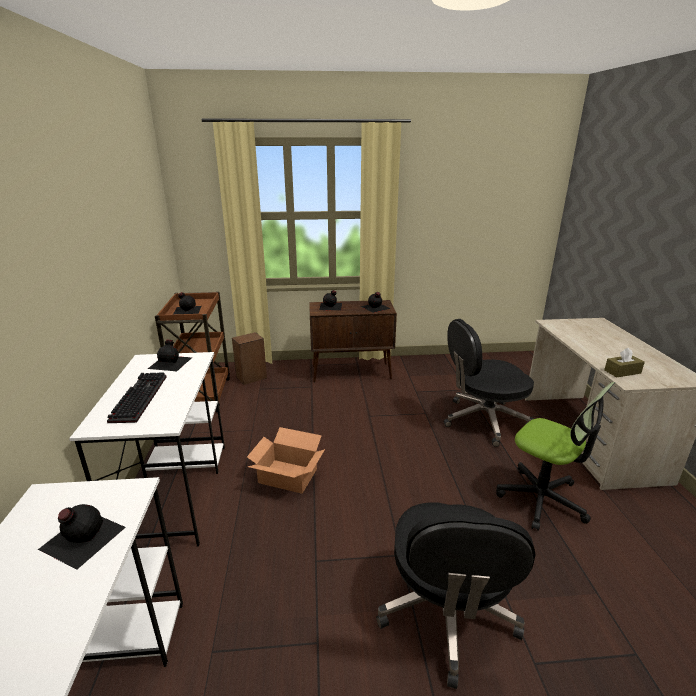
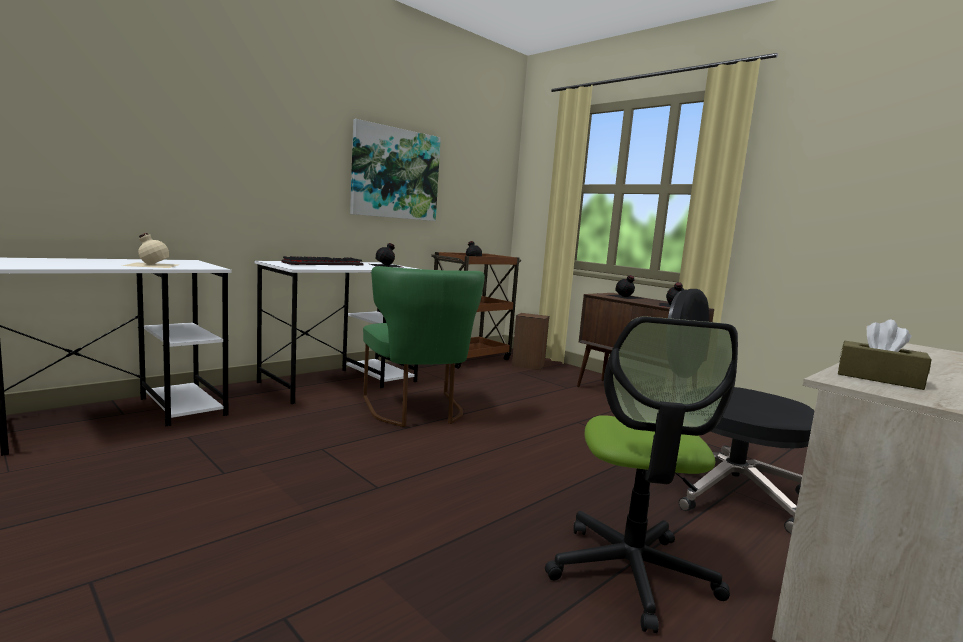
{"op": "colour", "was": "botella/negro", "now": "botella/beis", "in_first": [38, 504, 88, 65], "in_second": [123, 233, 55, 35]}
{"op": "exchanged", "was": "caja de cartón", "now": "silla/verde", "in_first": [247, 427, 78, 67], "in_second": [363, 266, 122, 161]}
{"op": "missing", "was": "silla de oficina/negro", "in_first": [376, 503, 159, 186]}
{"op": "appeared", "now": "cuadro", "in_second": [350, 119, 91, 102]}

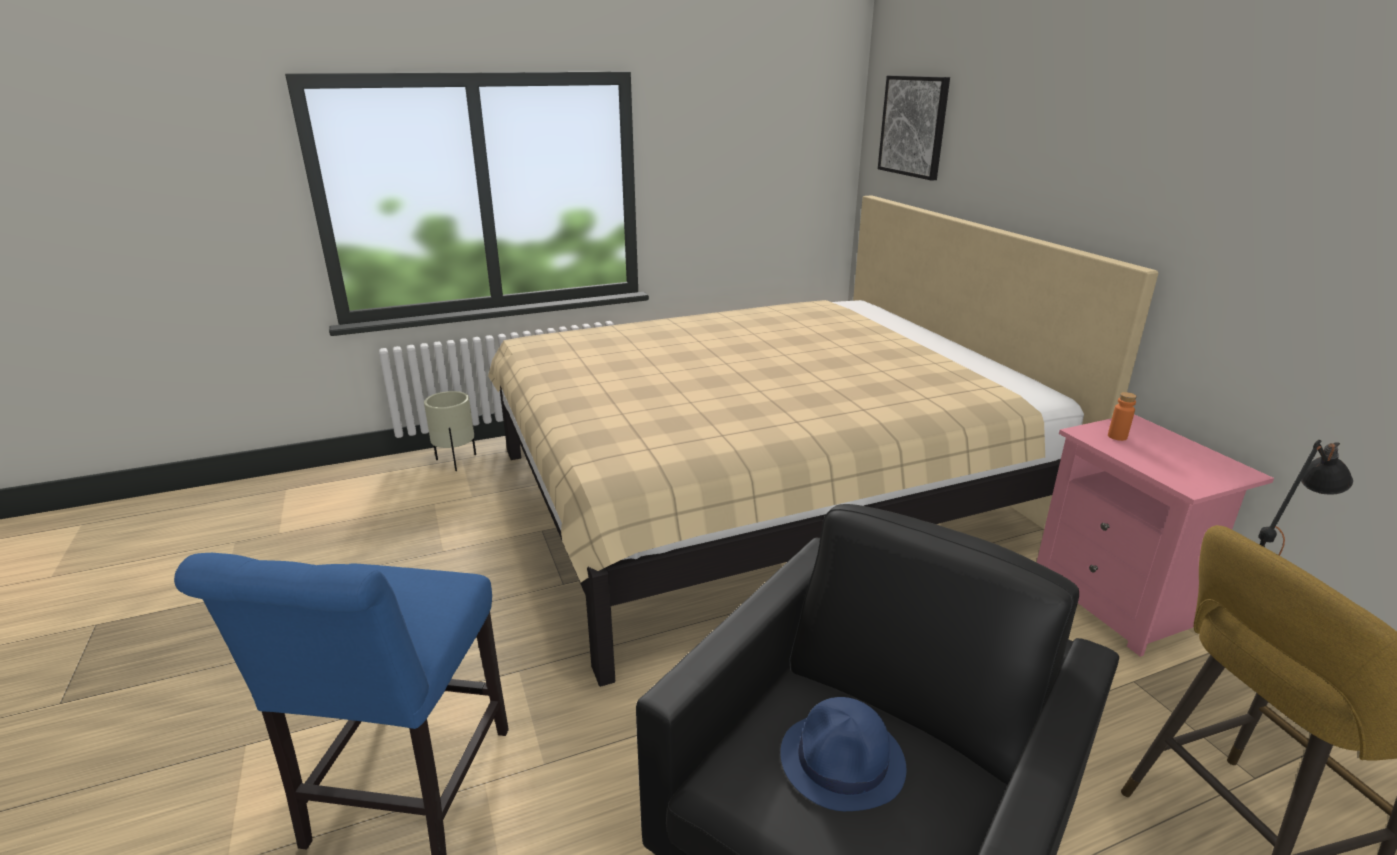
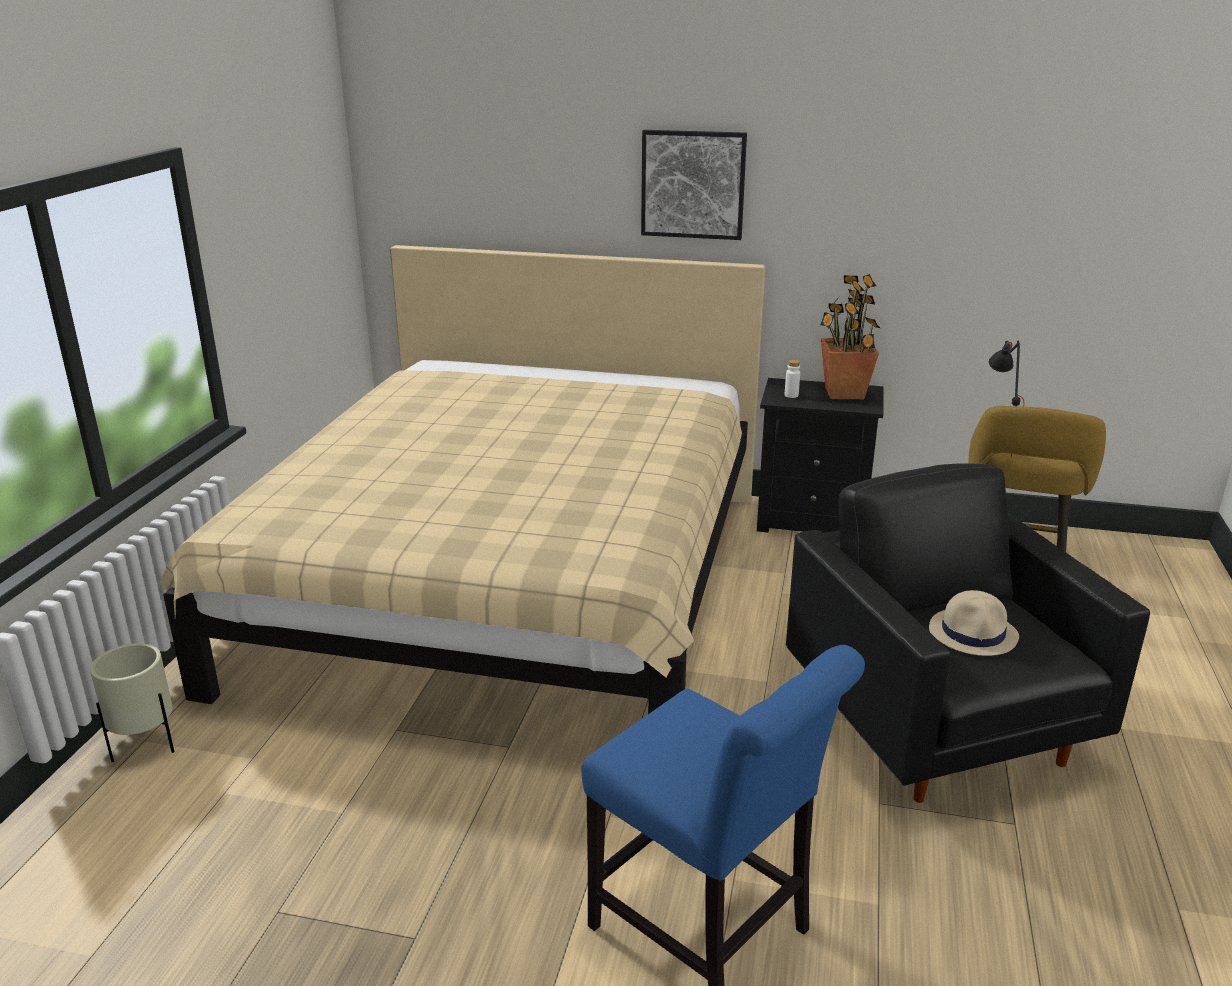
{"op": "colour", "was": "sombrero/azul", "now": "sombrero/beis", "in_first": [780, 697, 127, 114], "in_second": [929, 590, 90, 66]}
{"op": "relocated", "was": "cuadro", "in_first": [878, 75, 72, 106], "in_second": [641, 130, 106, 110]}
{"op": "colour", "was": "mesita de noche/rosa", "now": "mesita de noche/negro", "in_first": [1037, 414, 237, 243], "in_second": [757, 378, 126, 155]}
{"op": "colour", "was": "botella/naranja", "now": "botella/blanco", "in_first": [1108, 392, 29, 49], "in_second": [785, 360, 15, 38]}
{"op": "appeared", "now": "planta en maceta", "in_second": [820, 274, 60, 125]}

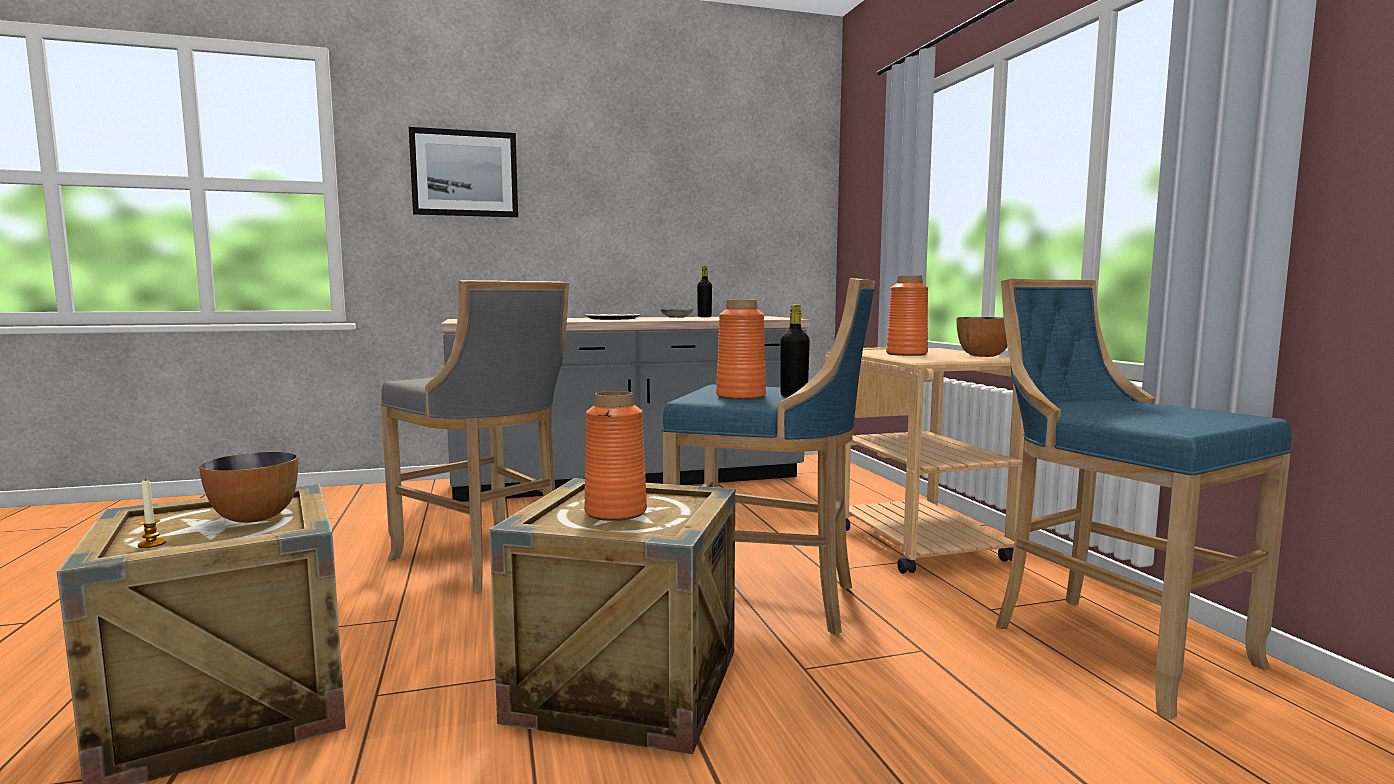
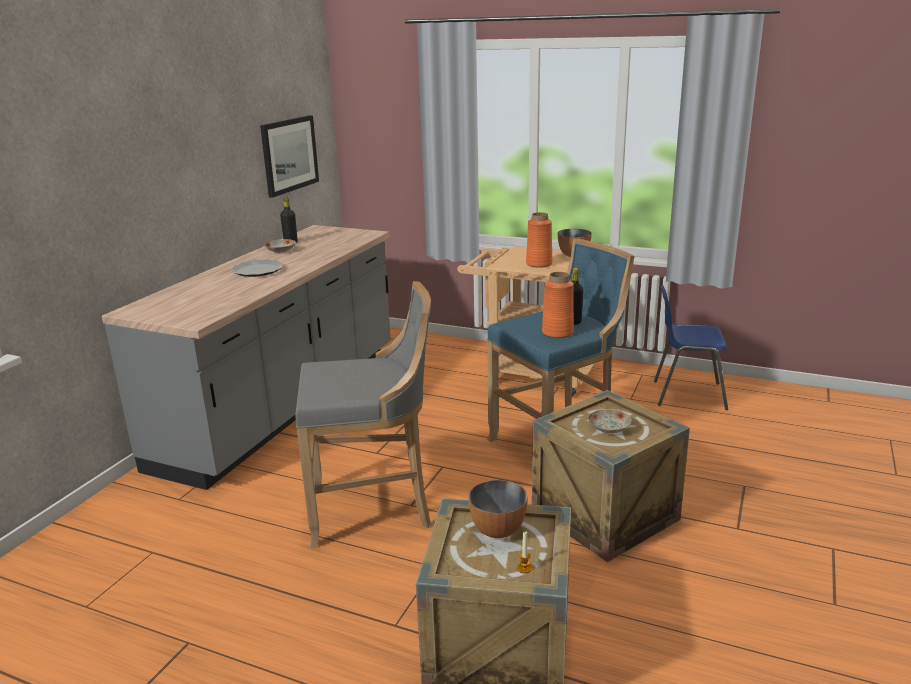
{"op": "relocated", "was": "cuadro", "in_first": [409, 127, 109, 90], "in_second": [260, 115, 59, 83]}
{"op": "exchanged", "was": "florero/naranja", "now": "plato", "in_first": [584, 391, 63, 130], "in_second": [589, 409, 43, 24]}
{"op": "exchanged", "was": "taburete/azul", "now": "silla/azul", "in_first": [996, 279, 296, 441], "in_second": [654, 285, 74, 125]}

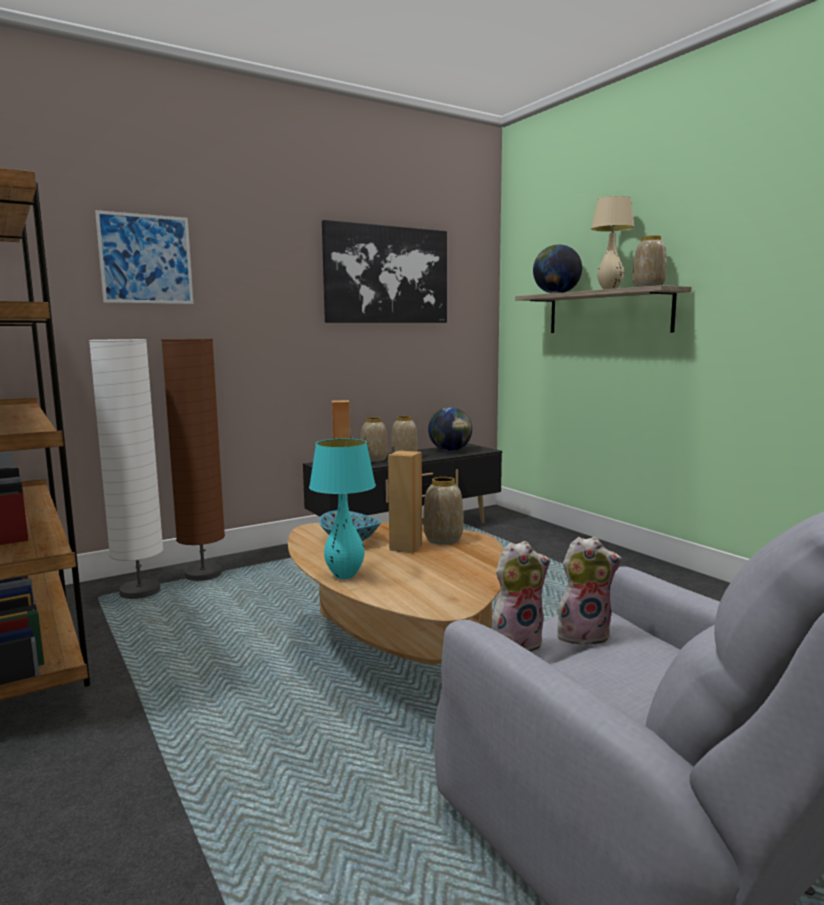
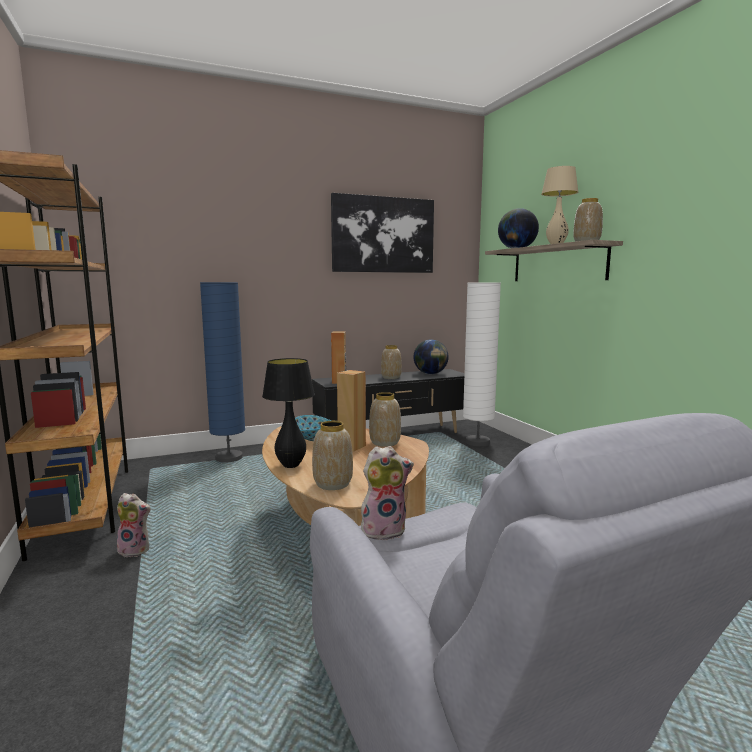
{"op": "relocated", "was": "lámpara de pie/blanco", "in_first": [89, 339, 74, 260], "in_second": [463, 282, 38, 165]}
{"op": "missing", "was": "cuadro", "in_first": [95, 210, 98, 94]}
{"op": "colour", "was": "lámpara de pie/marrón", "now": "lámpara de pie/azul", "in_first": [161, 338, 64, 243], "in_second": [200, 282, 45, 181]}
{"op": "colour", "was": "lámpara de mesa/turquesa", "now": "lámpara de mesa/negro", "in_first": [309, 439, 67, 140], "in_second": [262, 358, 53, 110]}
{"op": "relocated", "was": "florero", "in_first": [361, 417, 27, 45], "in_second": [312, 421, 41, 69]}
{"op": "relocated", "was": "peluche", "in_first": [557, 537, 65, 109], "in_second": [117, 493, 34, 64]}

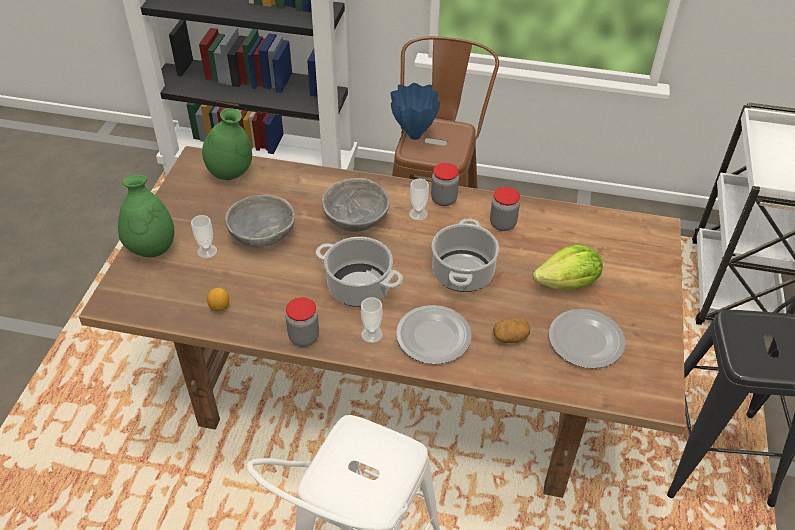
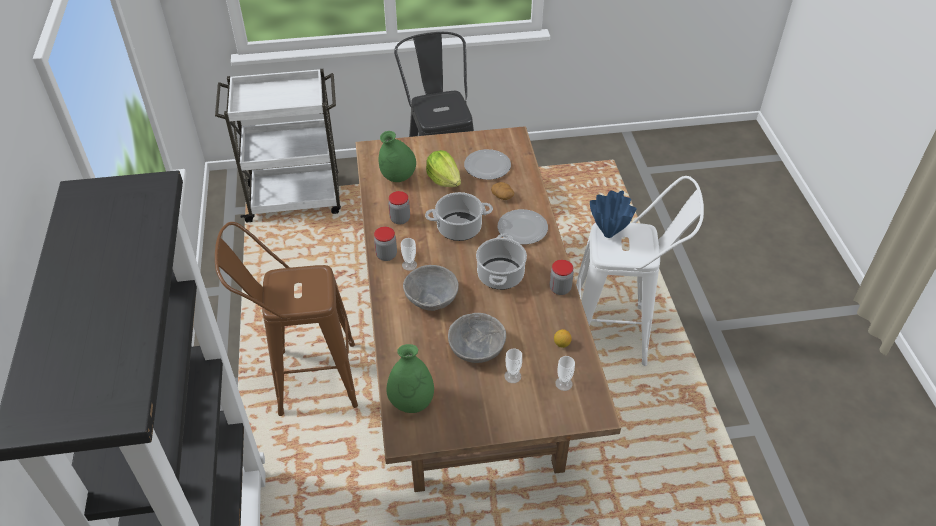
{"op": "relocated", "was": "florero/verde", "in_first": [118, 175, 56, 83], "in_second": [379, 131, 37, 51]}
{"op": "relocated", "was": "taza", "in_first": [361, 297, 22, 46], "in_second": [555, 356, 20, 35]}
{"op": "relocated", "was": "florero/azul", "in_first": [391, 83, 49, 57], "in_second": [590, 190, 47, 48]}

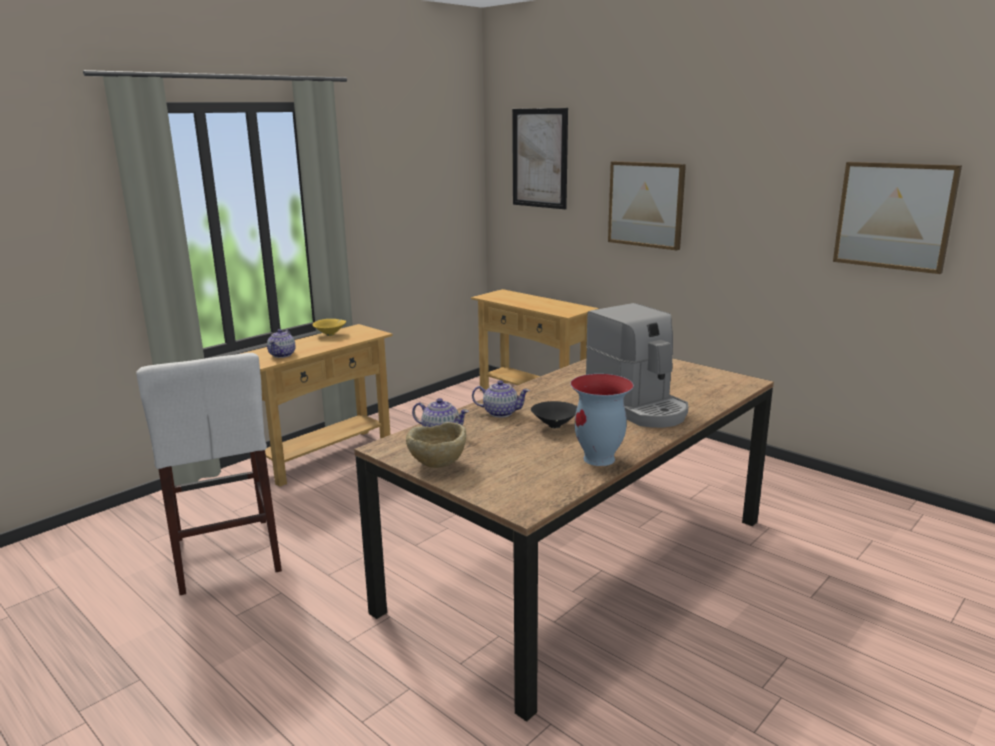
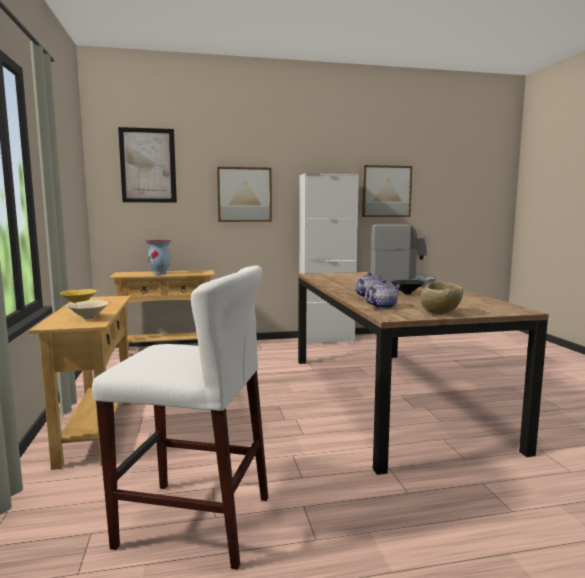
{"op": "exchanged", "was": "tetera", "now": "cuenco/beis", "in_first": [267, 329, 29, 29], "in_second": [66, 300, 43, 19]}
{"op": "relocated", "was": "florero", "in_first": [570, 374, 64, 92], "in_second": [146, 240, 26, 35]}
{"op": "appeared", "now": "armario/blanco", "in_second": [299, 173, 60, 171]}

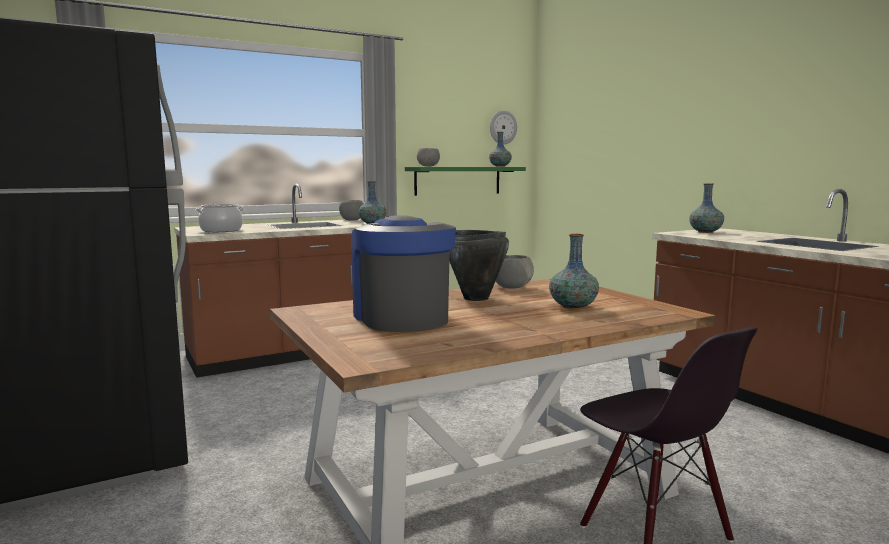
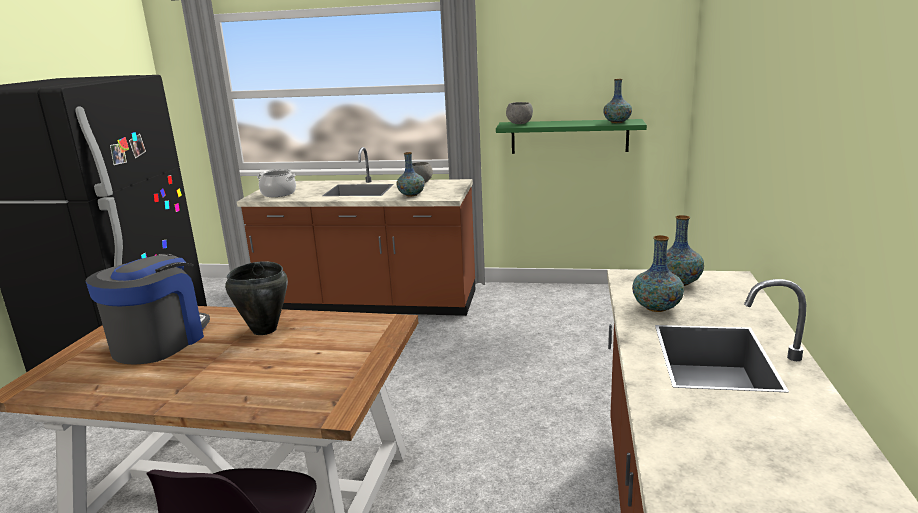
{"op": "missing", "was": "reloj de pared", "in_first": [490, 110, 27, 35]}
{"op": "missing", "was": "cuenco/gris", "in_first": [496, 255, 38, 33]}
{"op": "relocated", "was": "florero", "in_first": [549, 234, 50, 76], "in_second": [632, 235, 52, 77]}

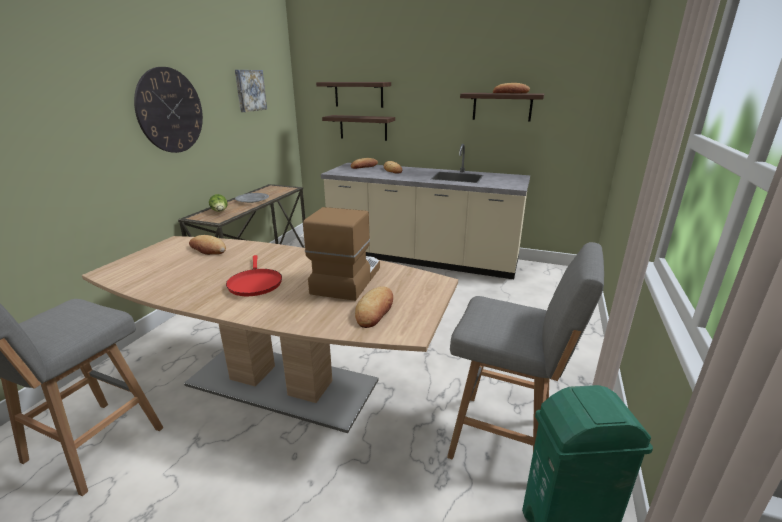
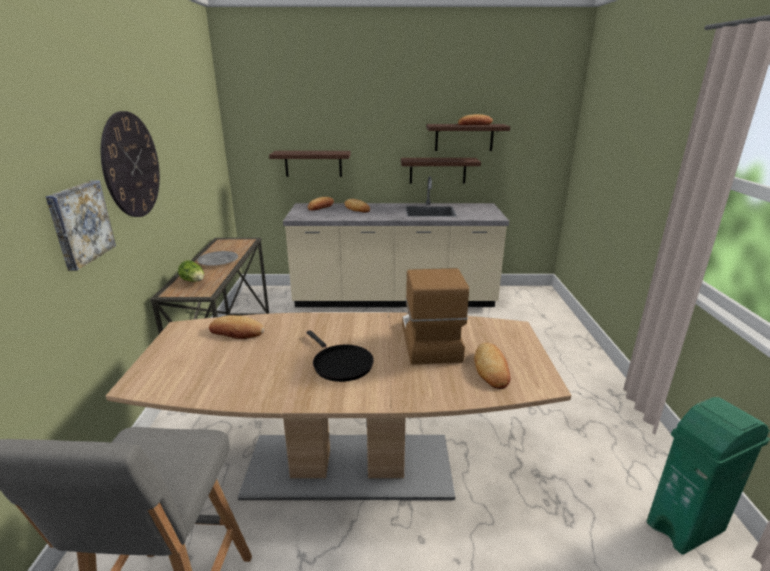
{"op": "colour", "was": "sartén/rojo", "now": "sartén/negro", "in_first": [226, 255, 56, 41], "in_second": [307, 330, 67, 52]}
{"op": "relocated", "was": "cuadro", "in_first": [235, 70, 32, 42], "in_second": [46, 181, 70, 90]}
{"op": "relocated", "was": "estante", "in_first": [316, 82, 75, 26], "in_second": [401, 158, 80, 26]}
{"op": "missing", "was": "taburete/gris", "in_first": [447, 242, 157, 218]}

